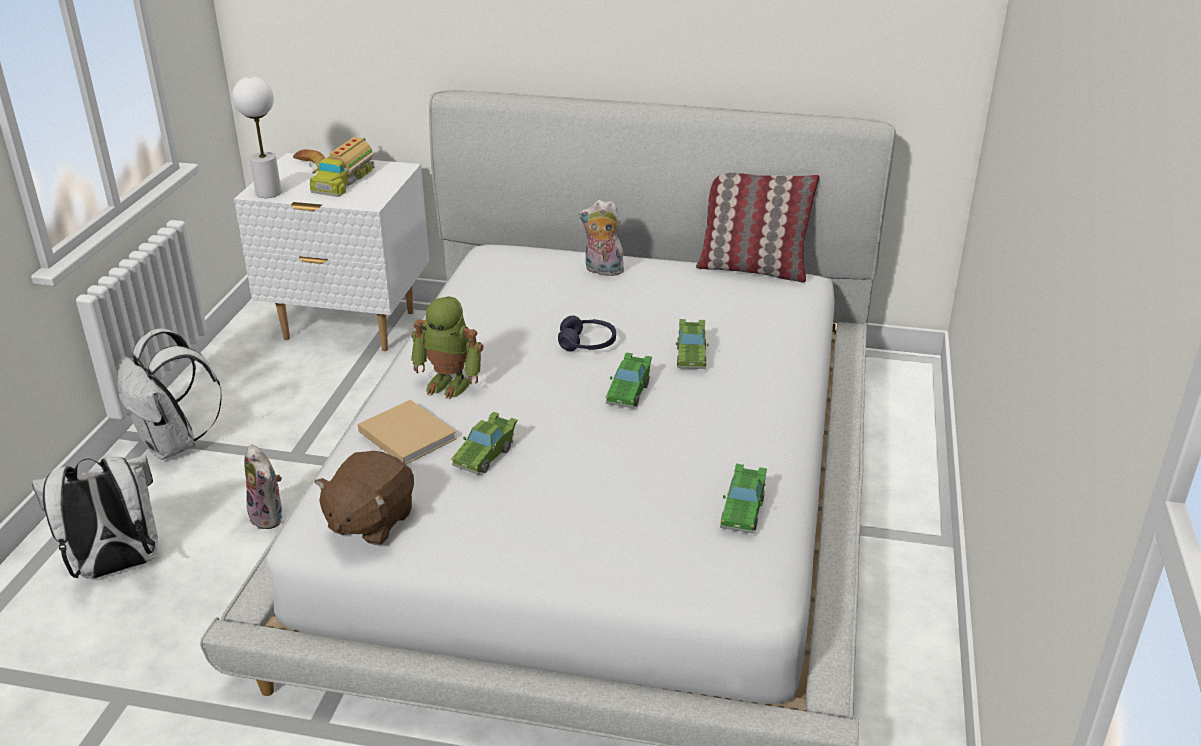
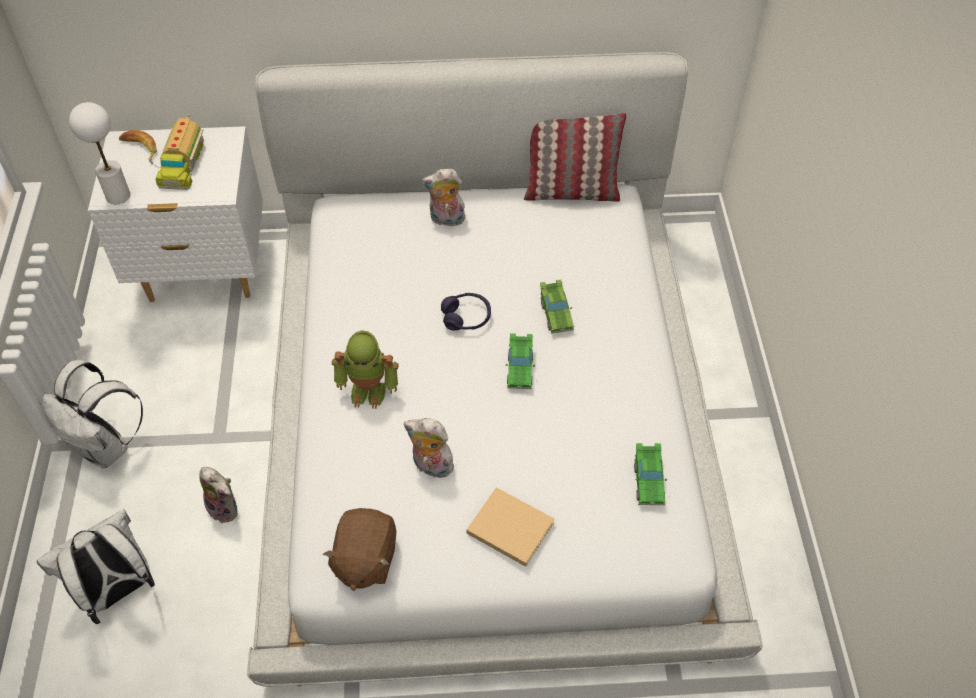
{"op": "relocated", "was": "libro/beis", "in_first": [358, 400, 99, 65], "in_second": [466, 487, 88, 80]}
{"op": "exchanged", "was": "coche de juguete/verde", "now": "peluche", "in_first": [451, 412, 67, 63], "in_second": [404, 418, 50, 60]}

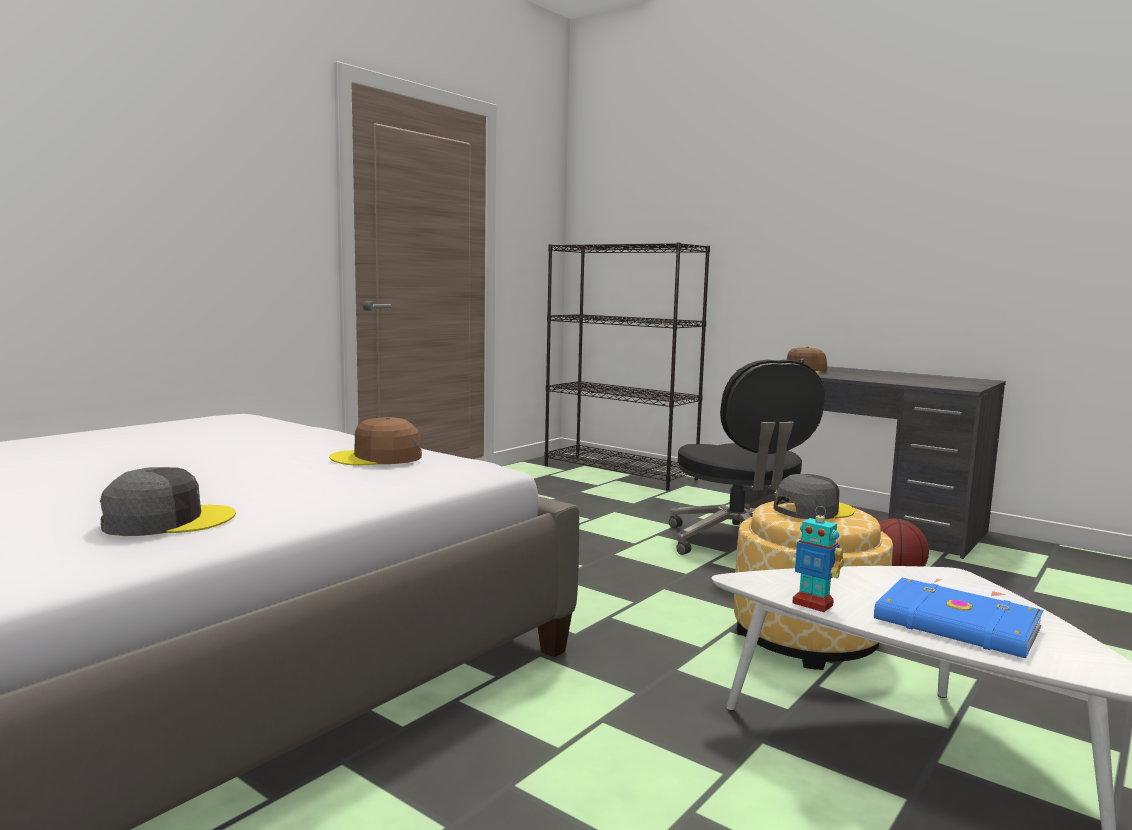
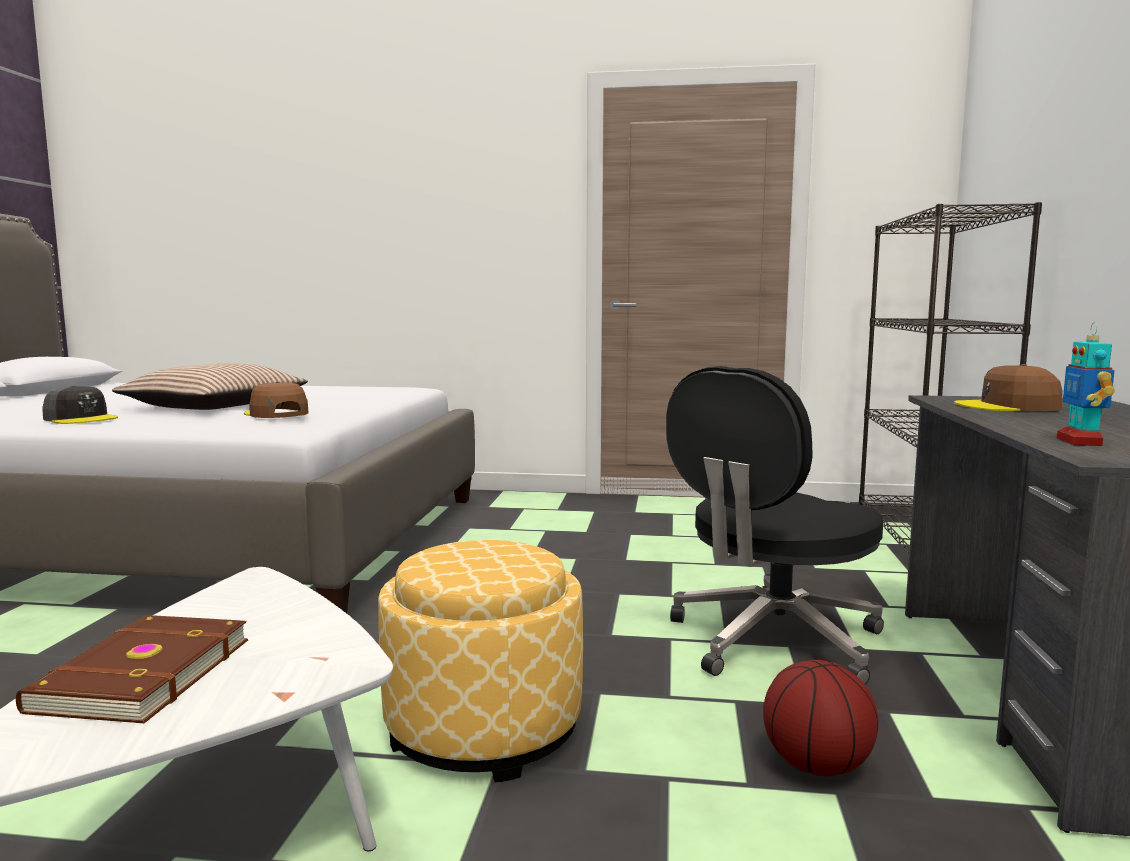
{"op": "missing", "was": "gorra/gris", "in_first": [773, 474, 81, 46]}
{"op": "relocated", "was": "robot de juguete", "in_first": [791, 506, 53, 106], "in_second": [1057, 322, 58, 124]}
{"op": "colour", "was": "libro/azul", "now": "libro/marrón", "in_first": [874, 578, 169, 80], "in_second": [16, 615, 232, 108]}
{"op": "appeared", "now": "cojín", "in_second": [112, 363, 196, 47]}

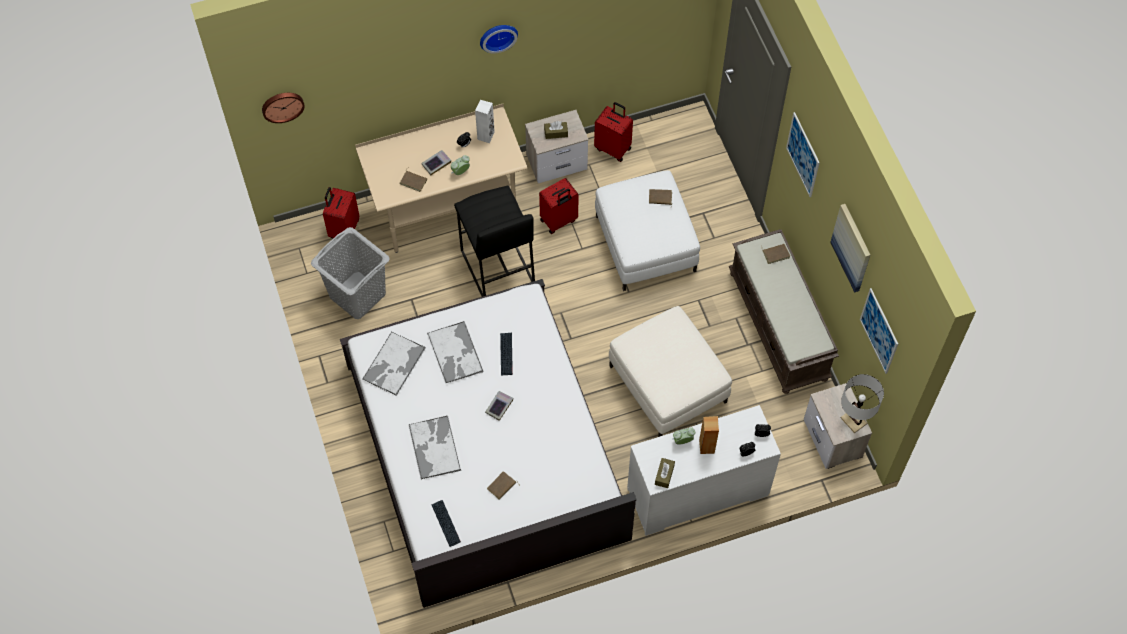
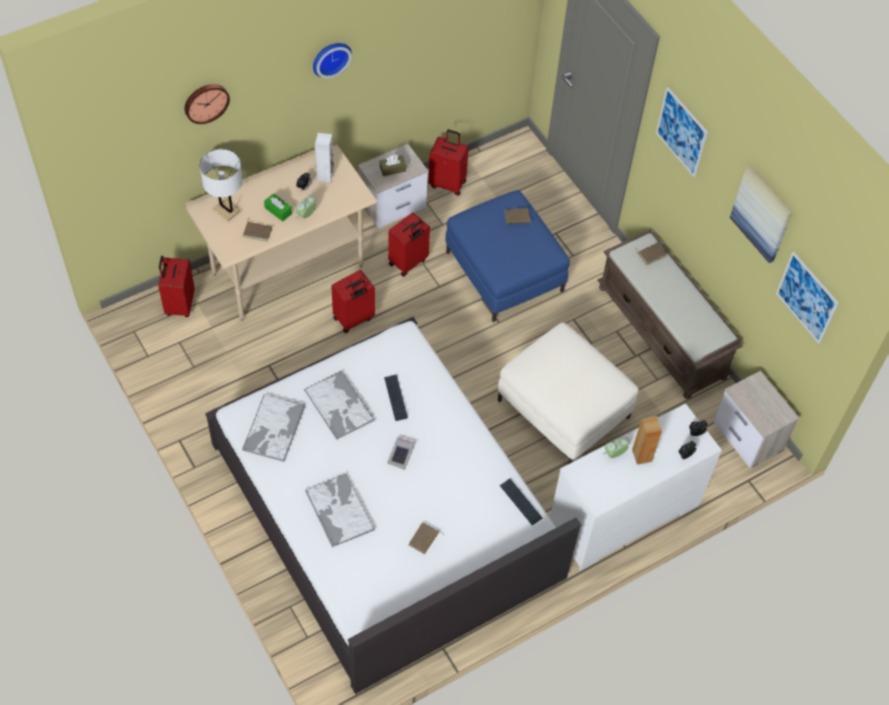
{"op": "relocated", "was": "reloj de pared", "in_first": [262, 93, 43, 30], "in_second": [184, 84, 46, 40]}
{"op": "missing", "was": "cesto de la ropa/gris", "in_first": [311, 227, 79, 92]}
{"op": "exchanged", "was": "libro", "now": "caja de pañuelos/verde", "in_first": [421, 150, 30, 25], "in_second": [264, 193, 28, 28]}
{"op": "relocated", "was": "teclado", "in_first": [432, 500, 29, 47], "in_second": [499, 479, 43, 46]}
{"op": "exchanged", "was": "taburete/negro", "now": "maleta/rojo", "in_first": [454, 185, 81, 112], "in_second": [331, 270, 44, 63]}
{"op": "colour", "was": "puf/blanco", "now": "puf/azul", "in_first": [595, 170, 105, 121], "in_second": [445, 190, 125, 132]}
{"op": "missing", "was": "caja de pañuelos/marrón", "in_first": [655, 458, 20, 30]}
{"op": "relocated", "was": "lámpara de mesa/blanco", "in_first": [841, 374, 43, 59], "in_second": [200, 149, 43, 72]}

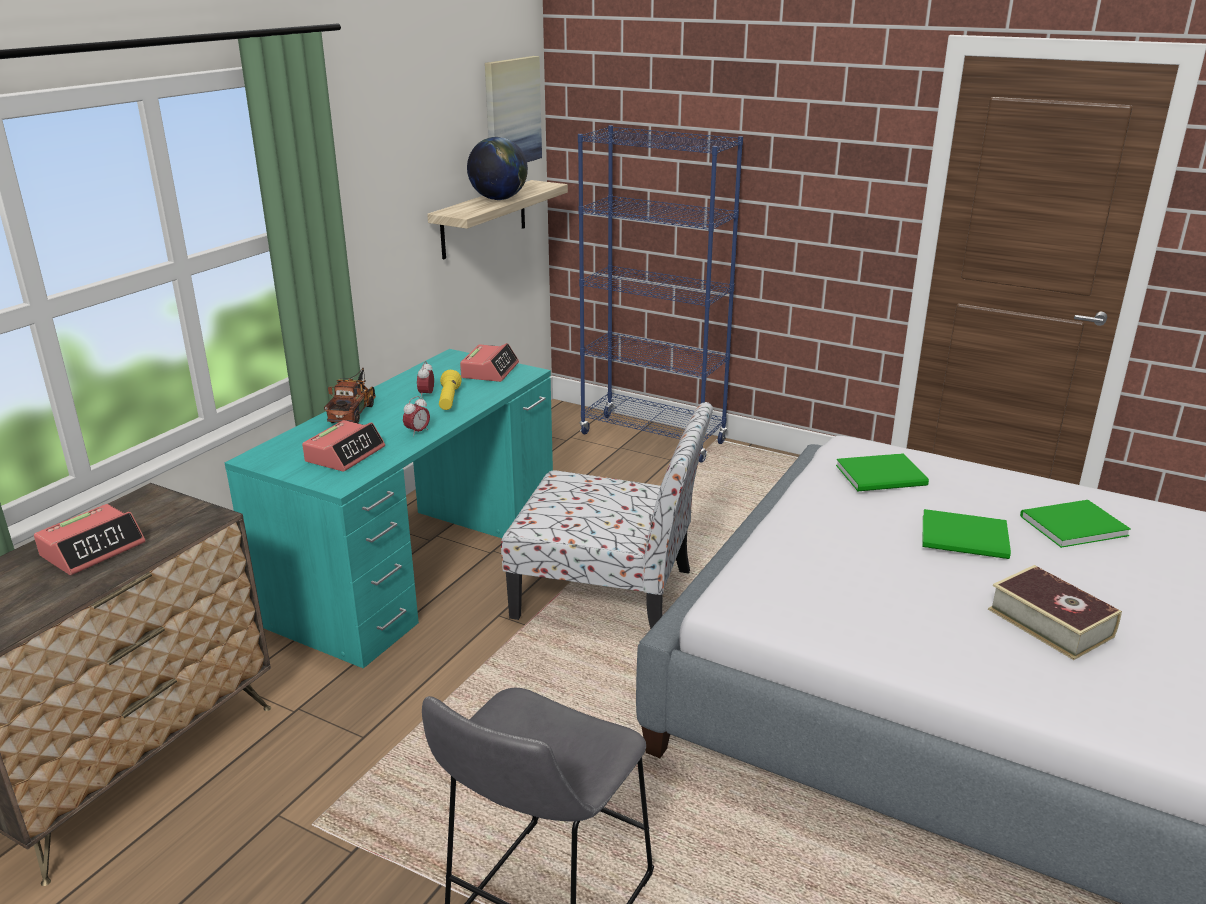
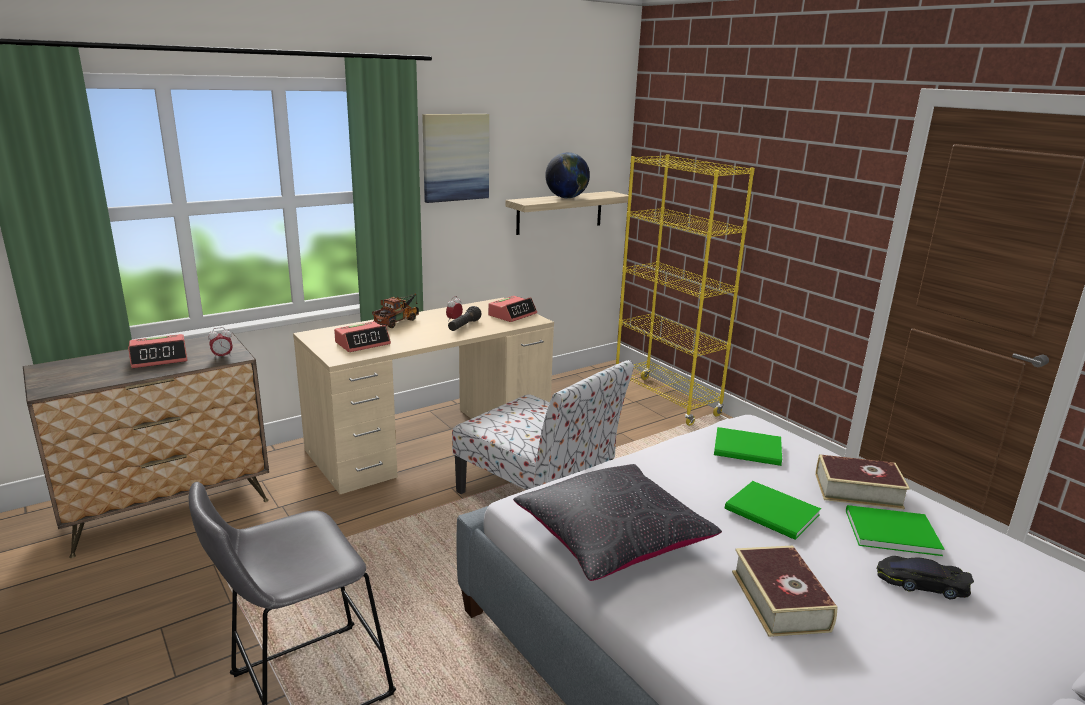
{"op": "colour", "was": "escritorio/turquesa", "now": "escritorio/beis", "in_first": [225, 349, 328, 319], "in_second": [293, 298, 261, 196]}
{"op": "relocated", "was": "despertador", "in_first": [403, 396, 27, 41], "in_second": [208, 327, 25, 32]}
{"op": "colour", "was": "linterna/amarillo", "now": "linterna/negro", "in_first": [439, 370, 23, 40], "in_second": [448, 306, 33, 25]}
{"op": "relocated", "was": "cuadro", "in_first": [485, 56, 57, 106], "in_second": [422, 114, 67, 89]}
{"op": "colour", "was": "estantería/azul", "now": "estantería/amarillo", "in_first": [578, 125, 165, 338], "in_second": [616, 154, 139, 272]}
{"op": "appeared", "now": "cojín/negro", "in_second": [513, 464, 209, 117]}
{"op": "appeared", "now": "libro", "in_second": [815, 454, 95, 56]}
{"op": "appeared", "now": "coche de juguete/negro", "in_second": [877, 556, 97, 43]}

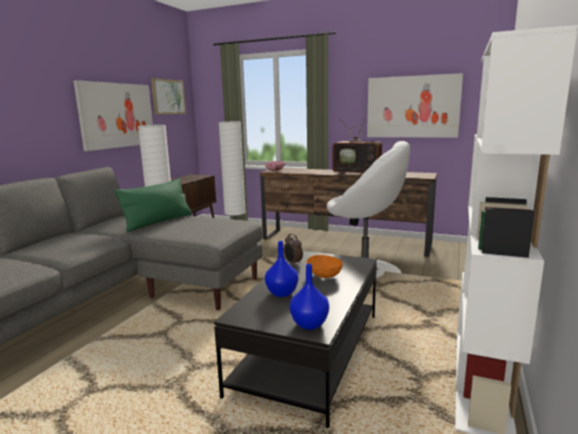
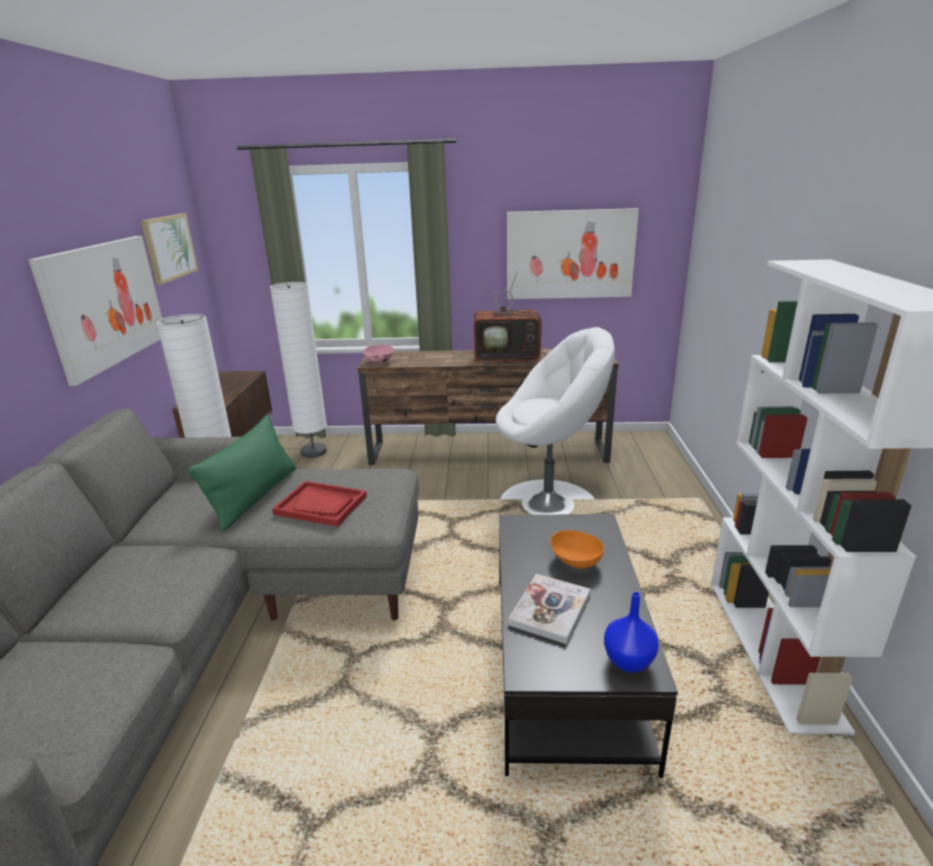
{"op": "exchanged", "was": "florero/azul", "now": "libro", "in_first": [265, 241, 34, 56], "in_second": [508, 574, 83, 70]}
{"op": "missing", "was": "despertador", "in_first": [284, 234, 19, 32]}
{"op": "appeared", "now": "bandeja/rojo", "in_second": [272, 481, 95, 46]}

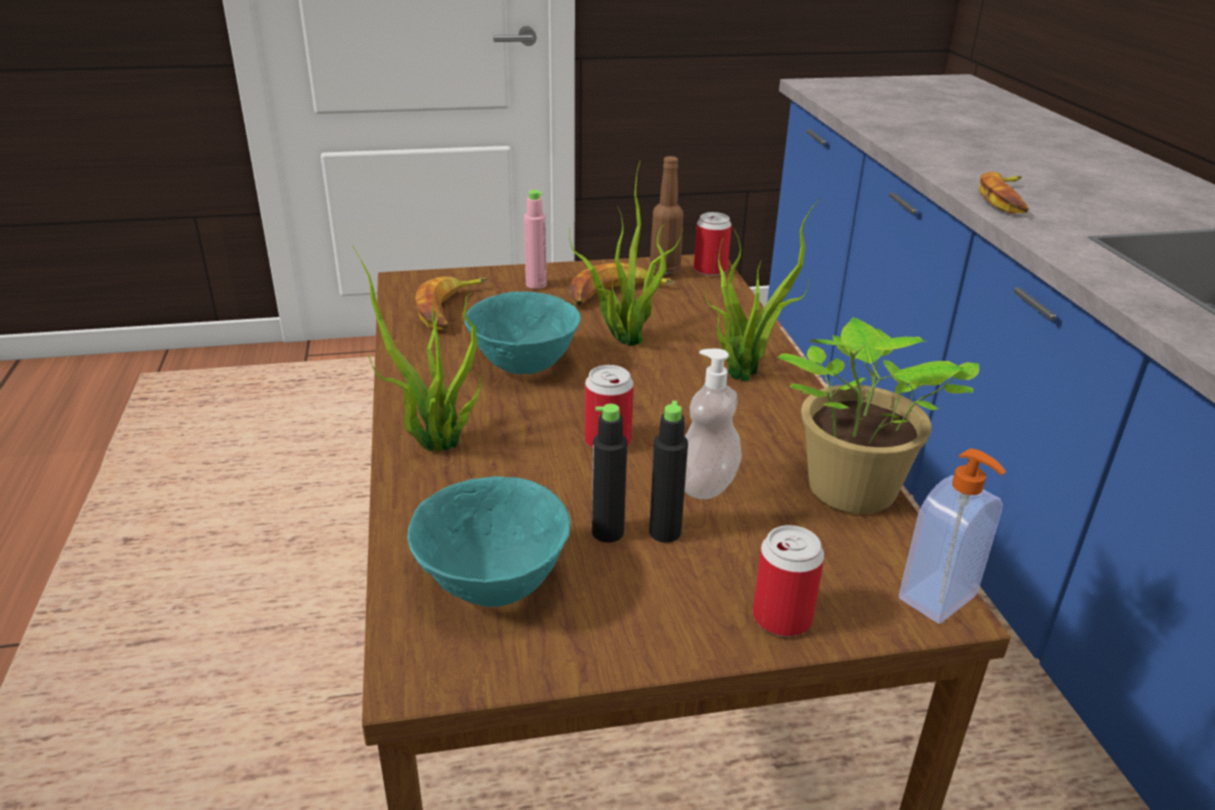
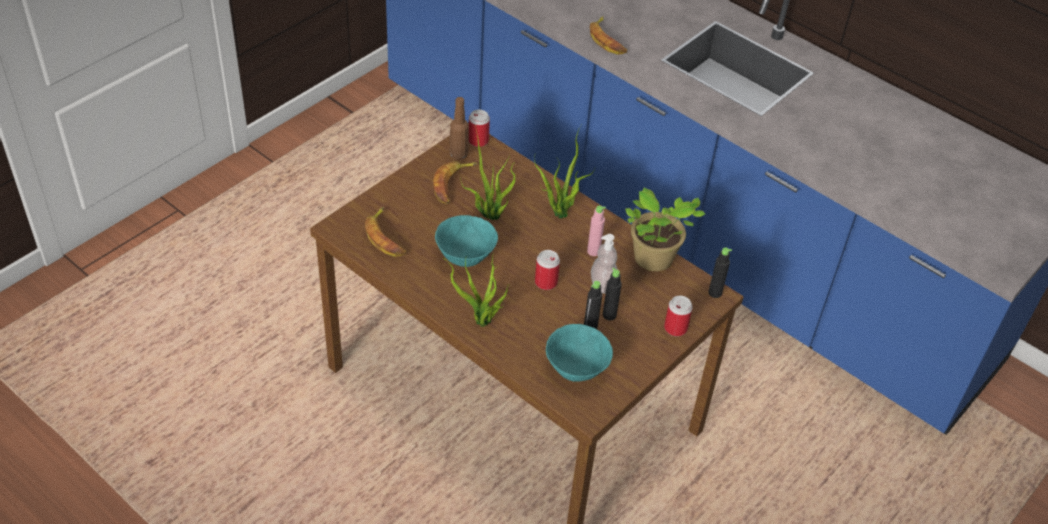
{"op": "relocated", "was": "botella/rosa", "in_first": [524, 190, 23, 99], "in_second": [587, 206, 19, 50]}
{"op": "exchanged", "was": "dispensador de jabón", "now": "botella/negro", "in_first": [899, 449, 107, 175], "in_second": [708, 248, 24, 50]}

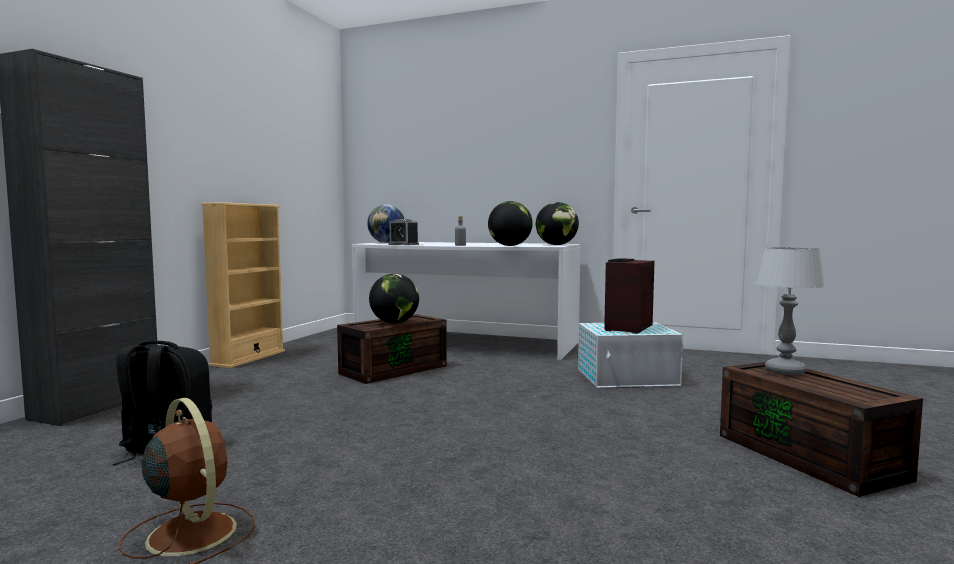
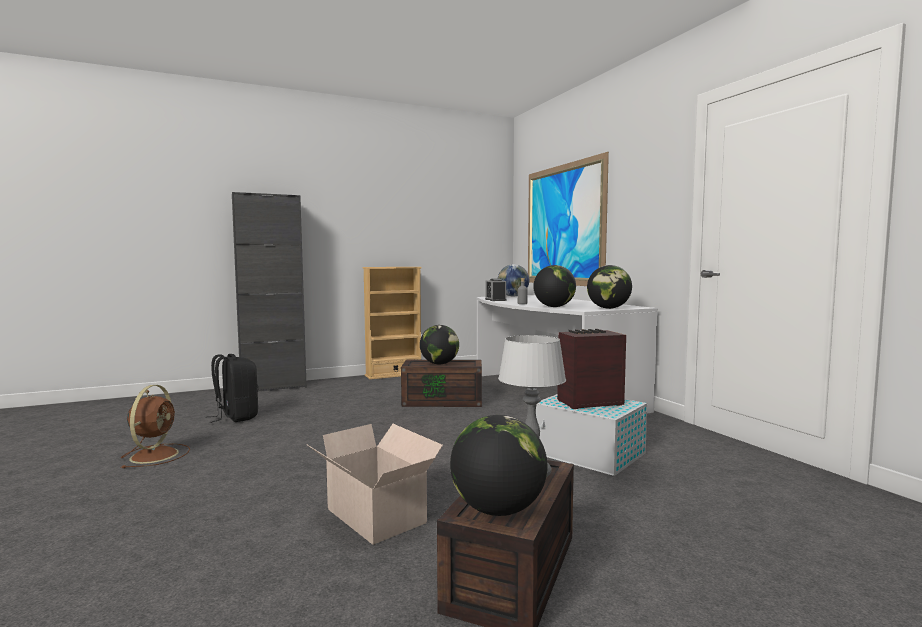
{"op": "appeared", "now": "caja de cartón", "in_second": [306, 424, 137, 121]}
{"op": "appeared", "now": "globo terráqueo", "in_second": [450, 415, 97, 101]}
{"op": "appeared", "now": "cuadro", "in_second": [528, 152, 81, 134]}

